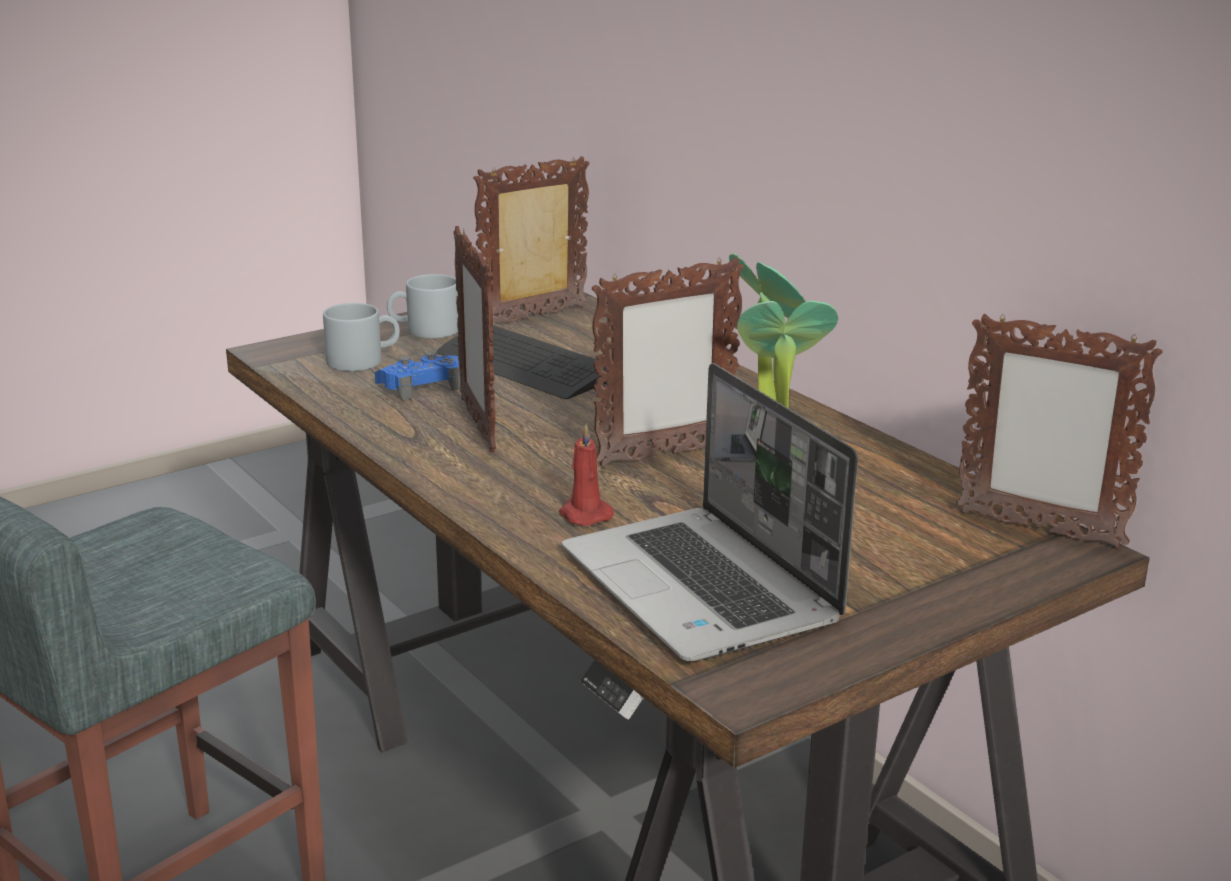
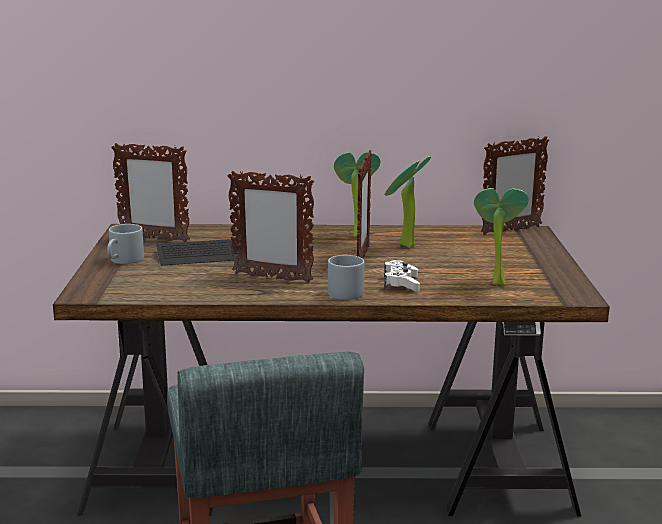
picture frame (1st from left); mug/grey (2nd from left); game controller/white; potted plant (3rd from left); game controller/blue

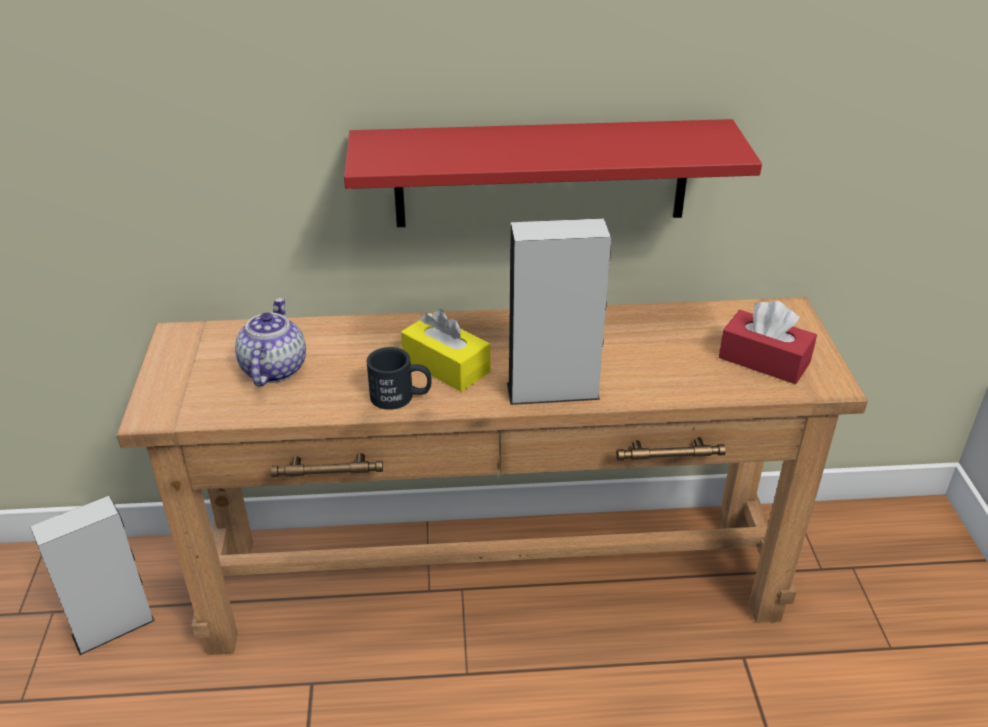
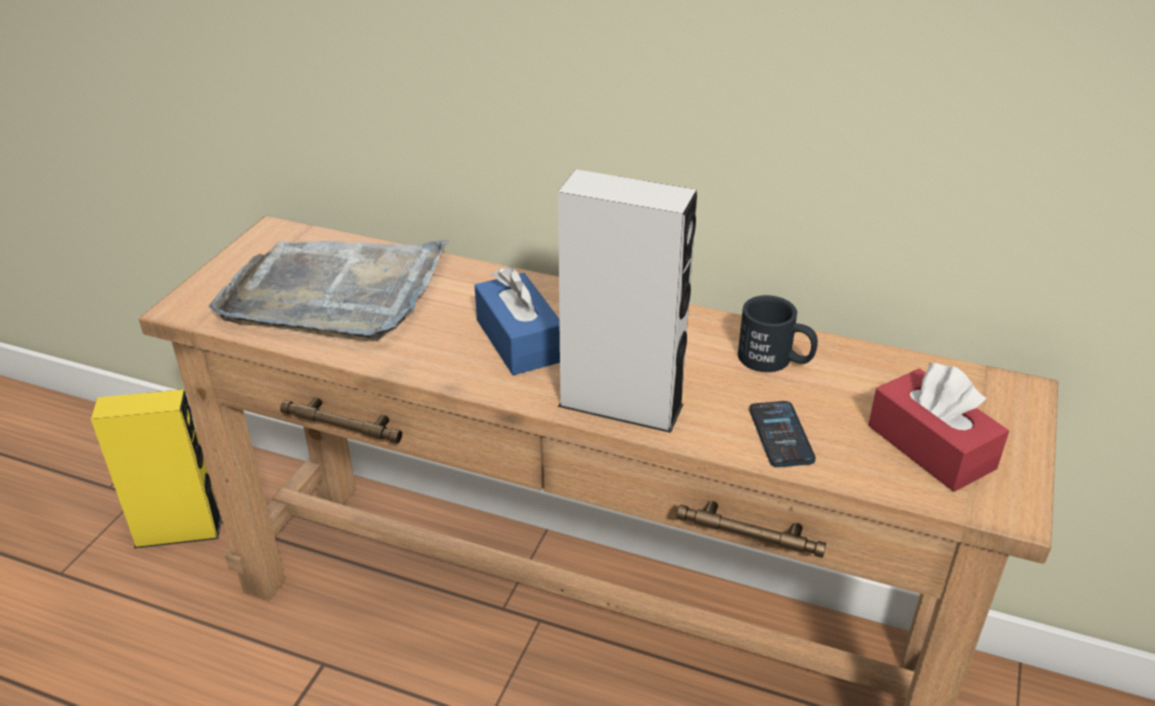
speaker/yellow; tray/grey; tissue box/blue; mug/black; phone; shelf/red

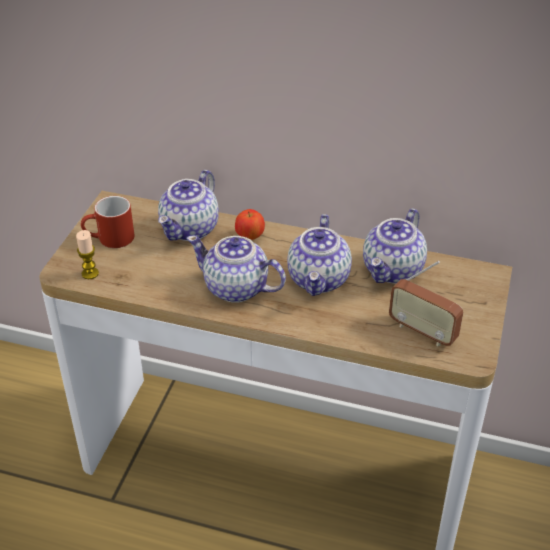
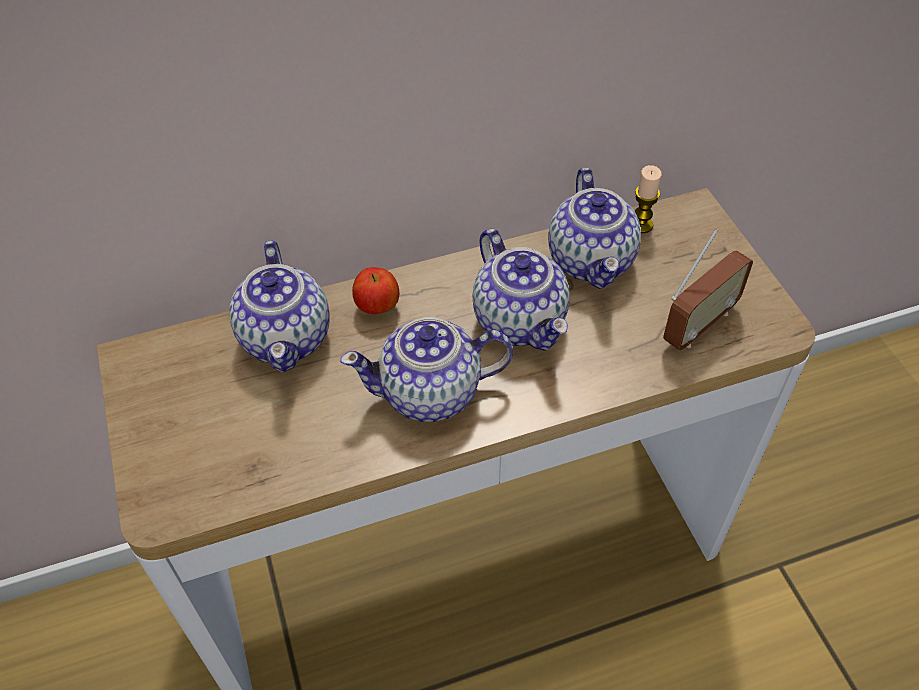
candle; radio; mug/red

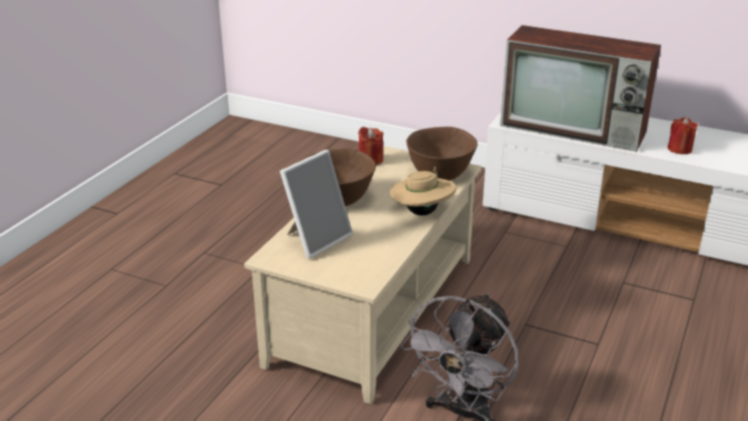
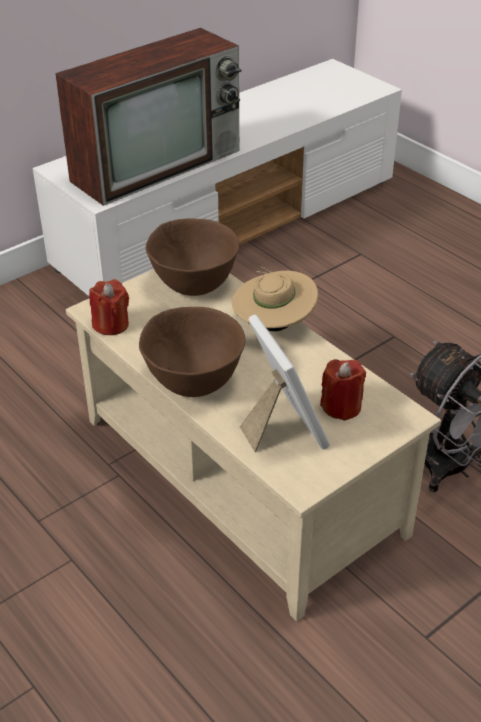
candle/red (2nd from left)

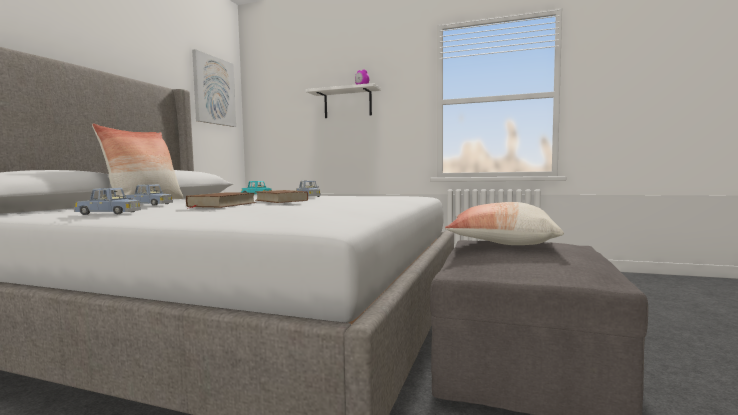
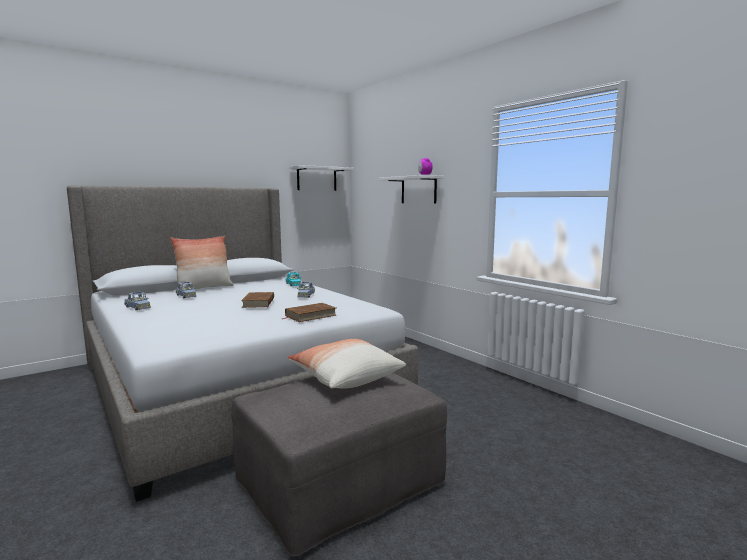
book/brown (2nd from left); shelf/white (1st from left)

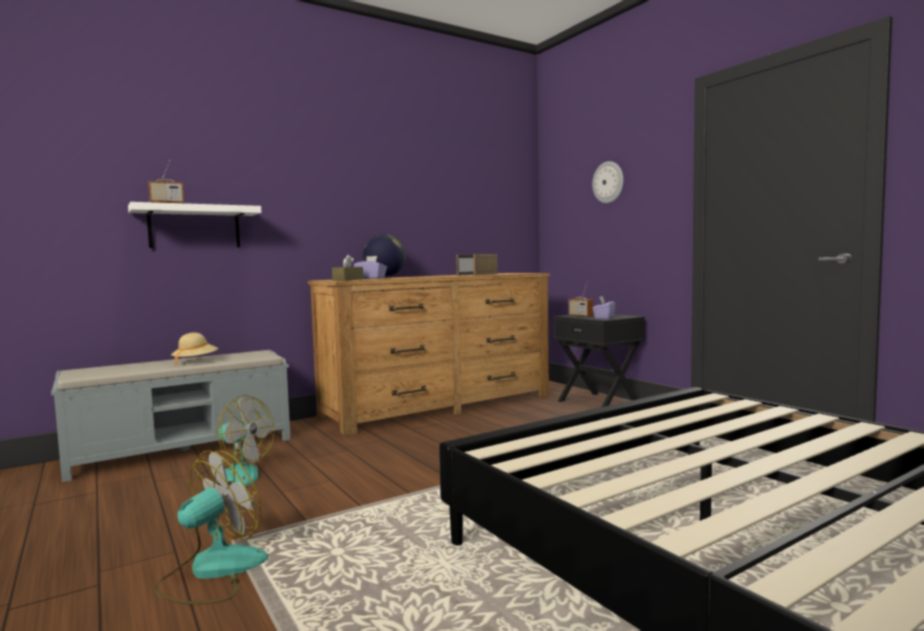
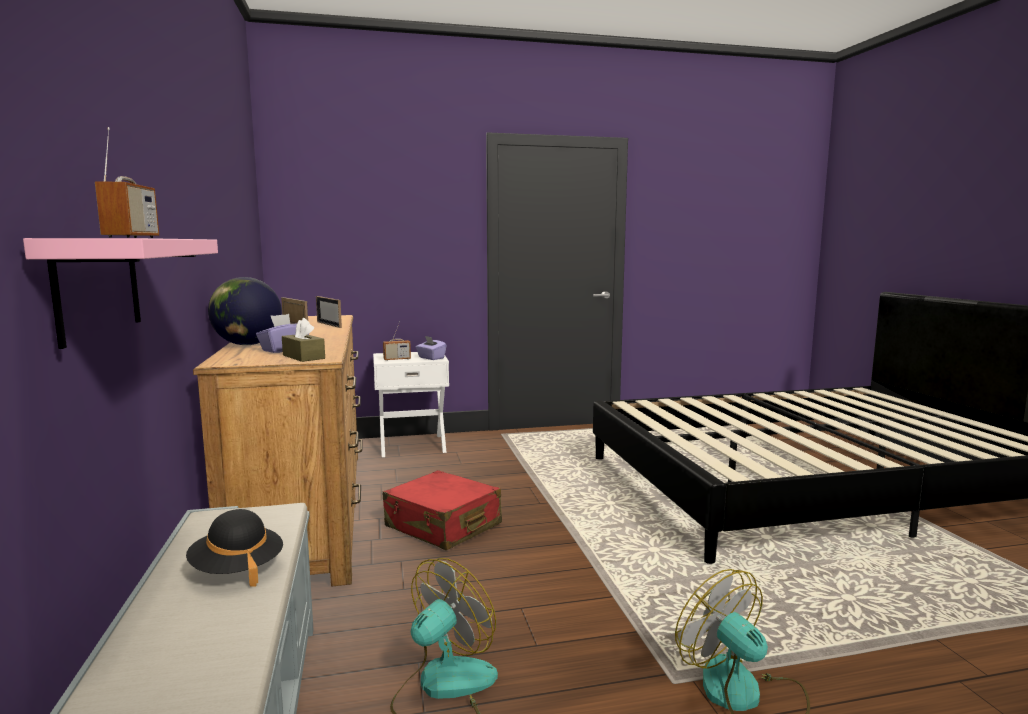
shelf/pink; hat/black; nightstand/white; suitcase/red; wall clock

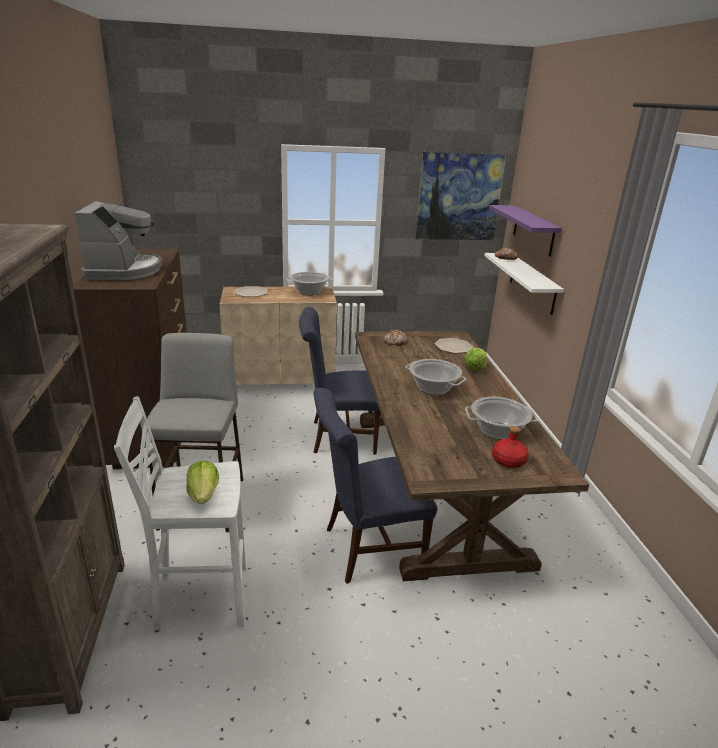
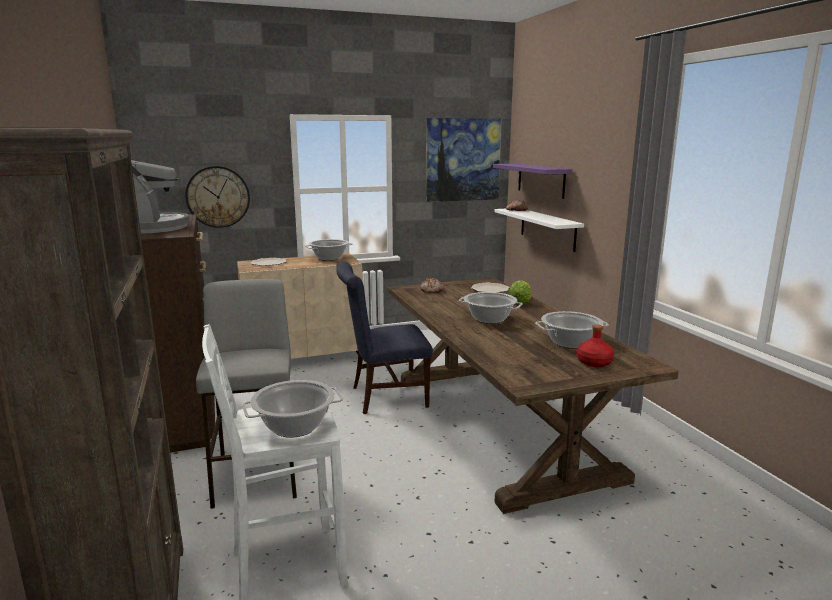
wall clock; cooking pot (1st from left); chair/blue (2nd from left in the first image)

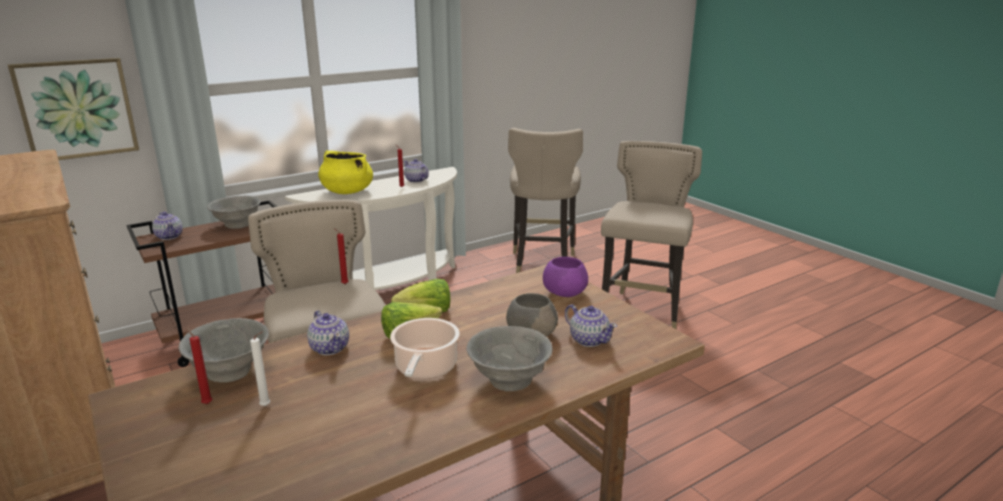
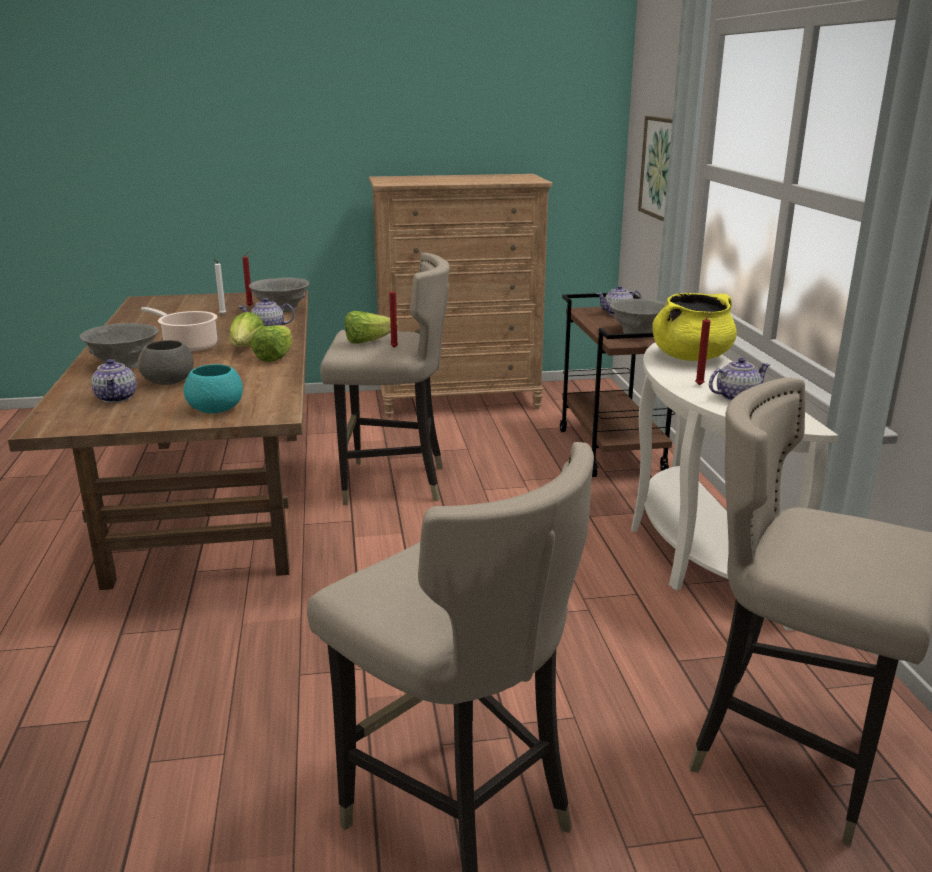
teapot (1st from left); bowl/turquoise; lettuce (3rd from left)

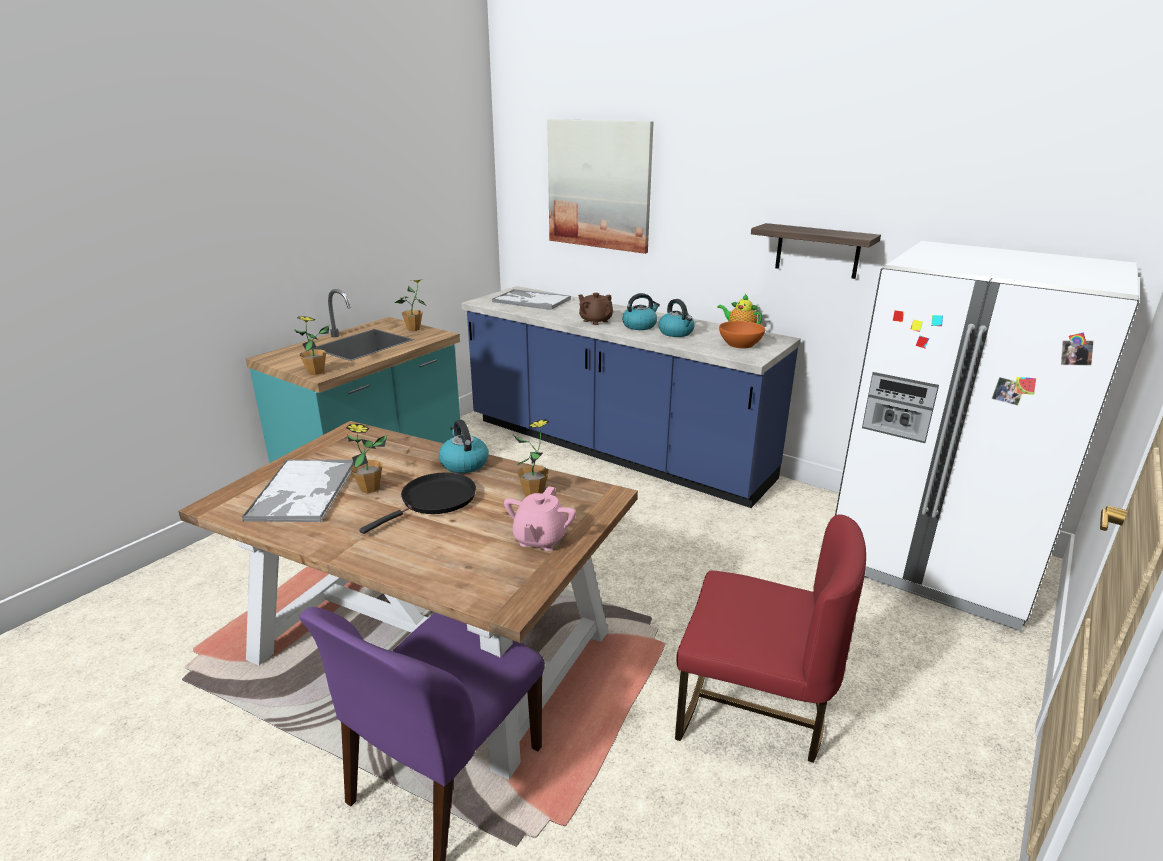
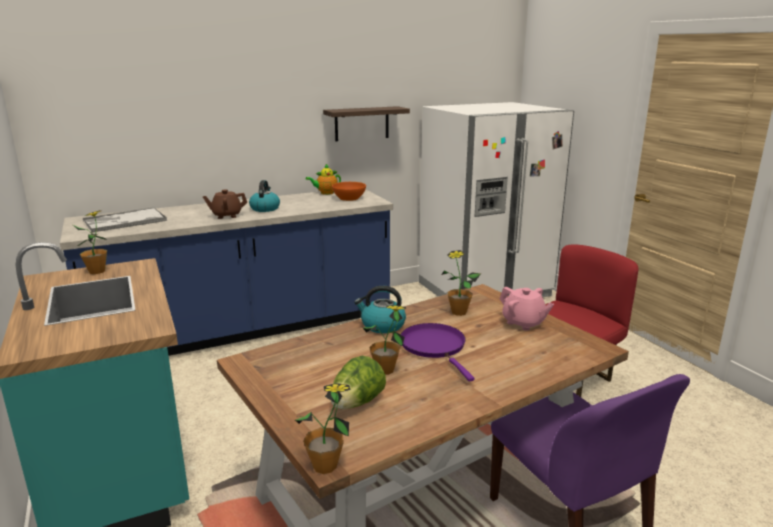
potted plant (2nd from left); lettuce; frying pan/purple; picture; kettle (3rd from left in the first image)

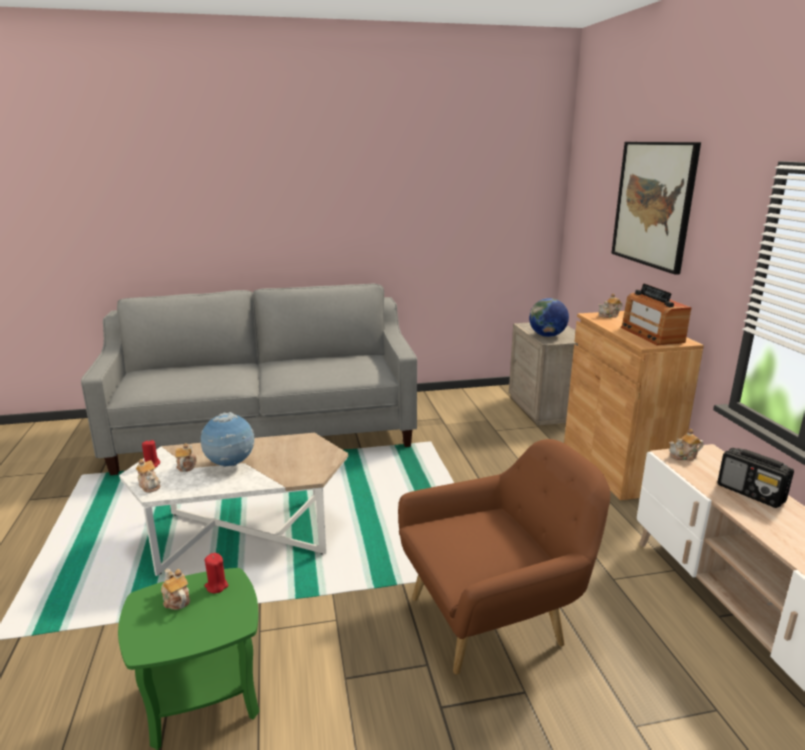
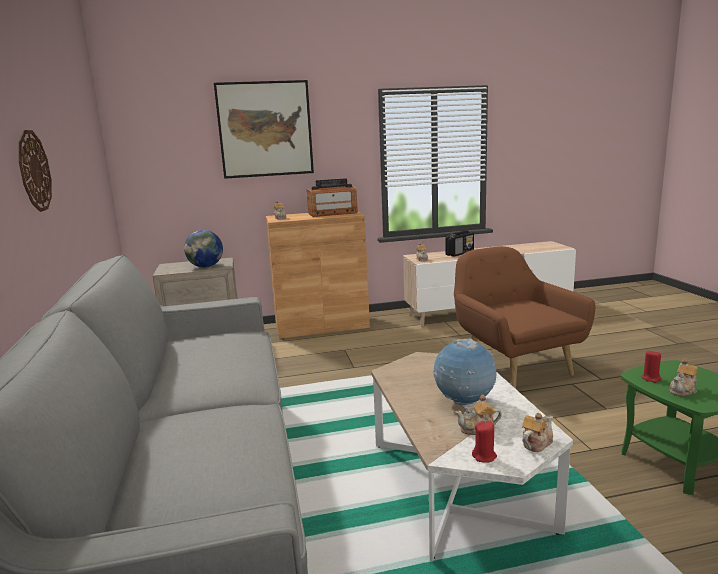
wall clock

